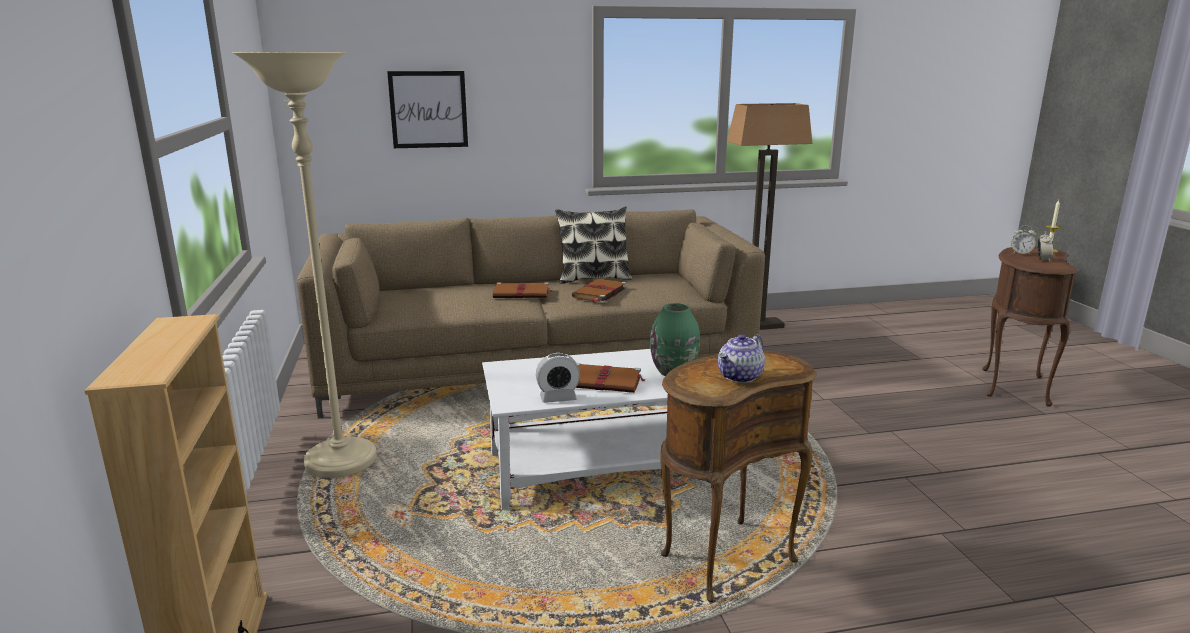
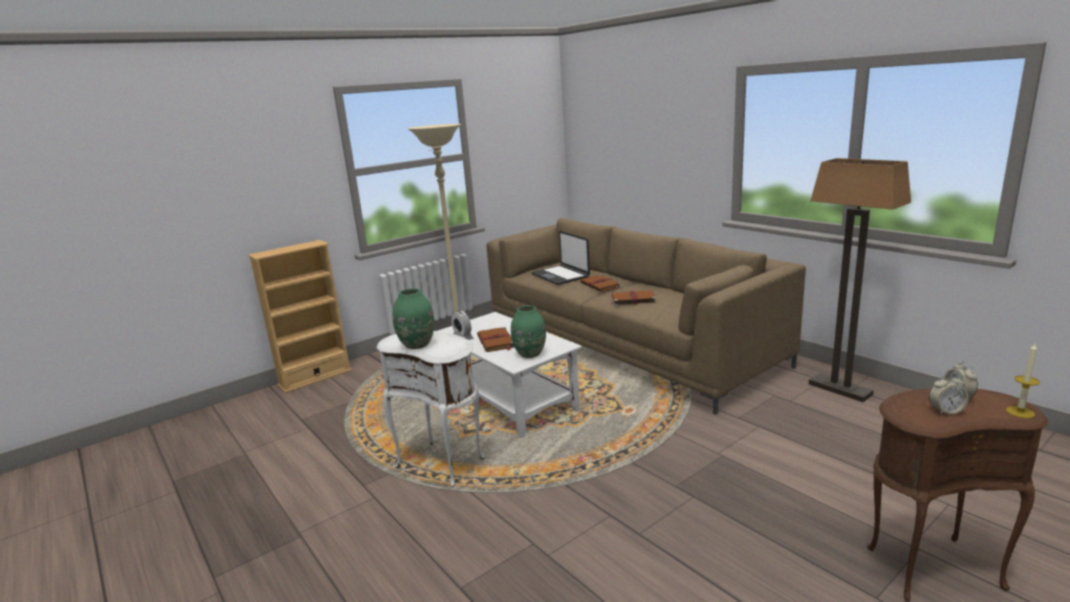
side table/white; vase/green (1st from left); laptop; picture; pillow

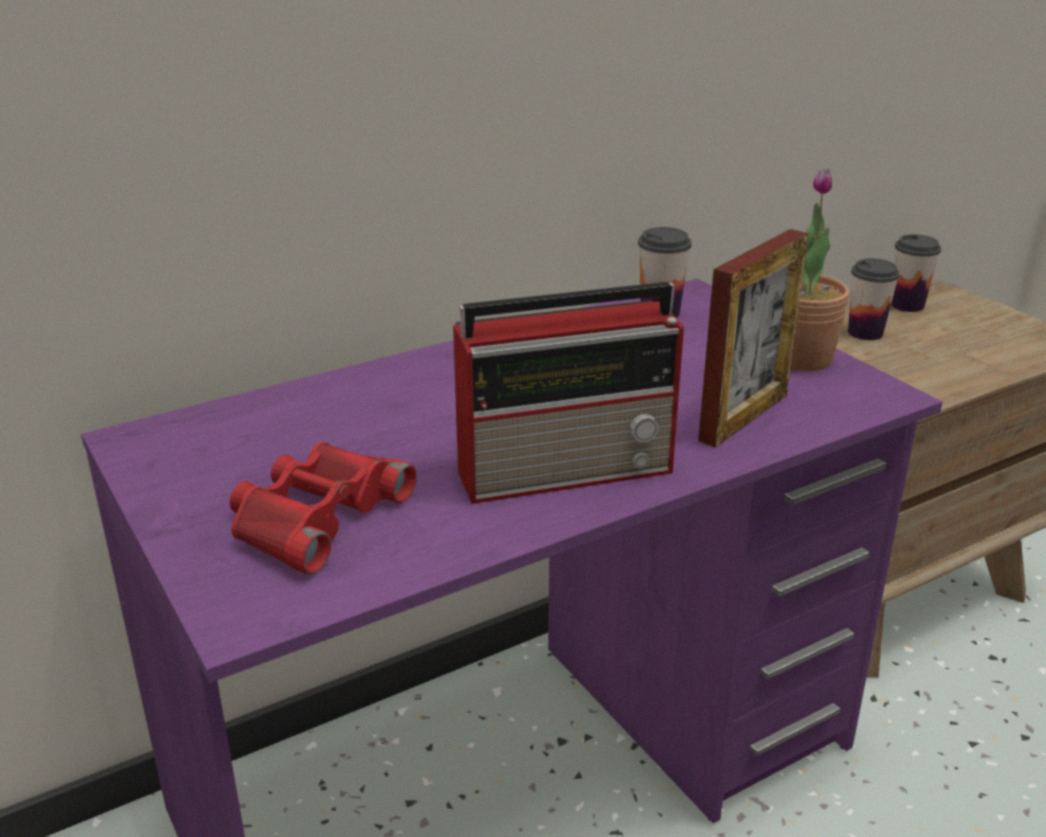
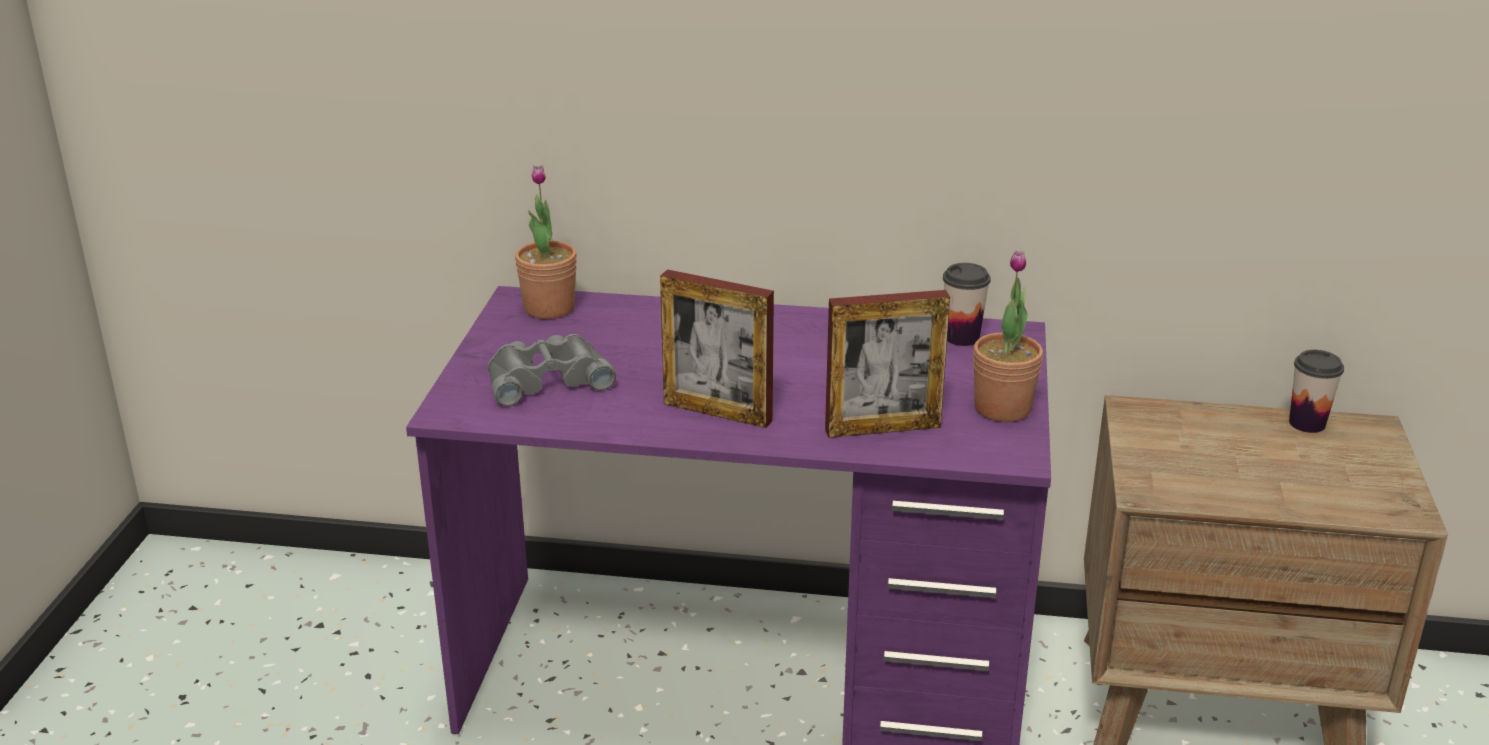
binoculars/grey; potted plant (1st from left); picture frame (1st from left); cup (2nd from left in the first image)

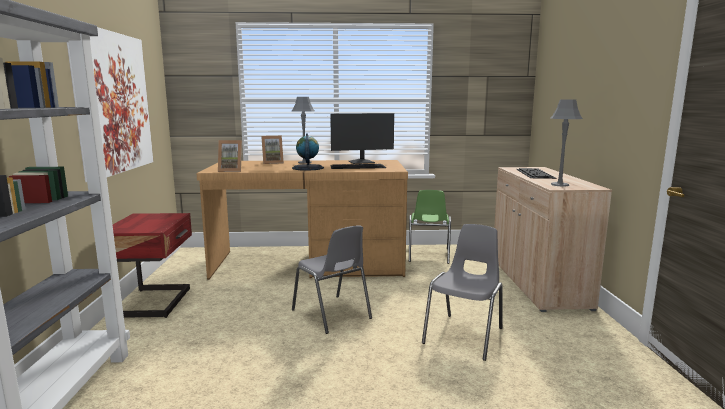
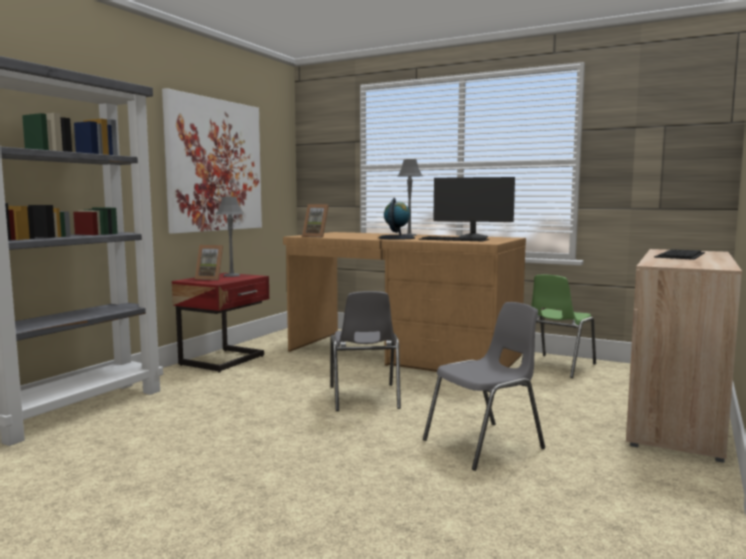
picture frame (1st from left); table lamp/grey (1st from left)

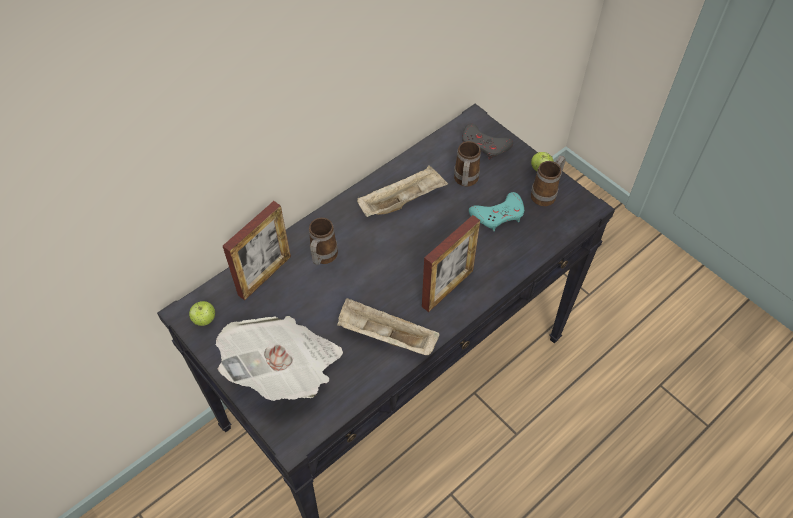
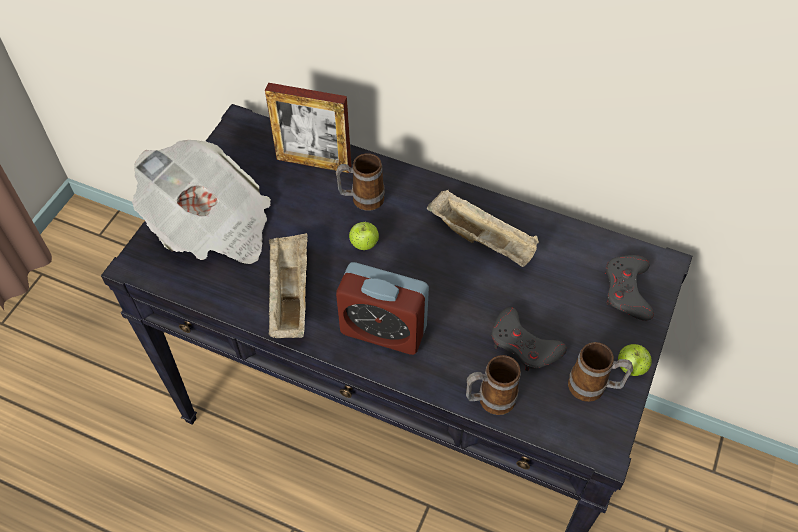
alarm clock; apple (1st from left); mug (2nd from left); game controller/grey (1st from left)

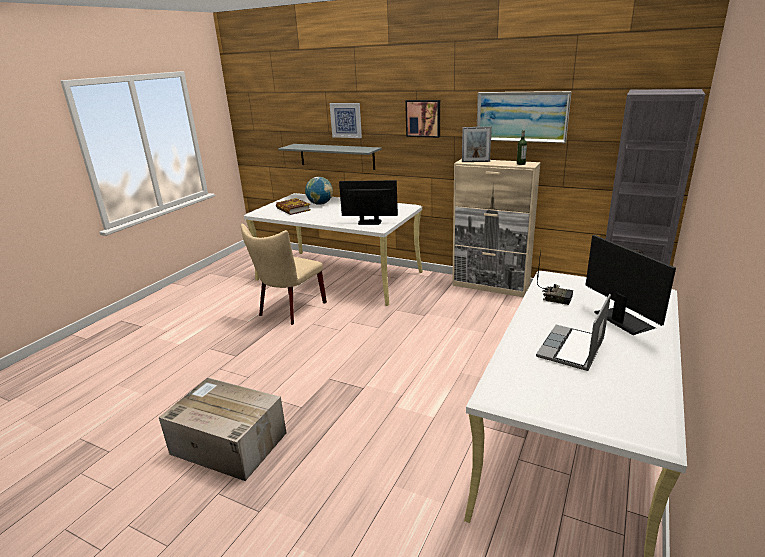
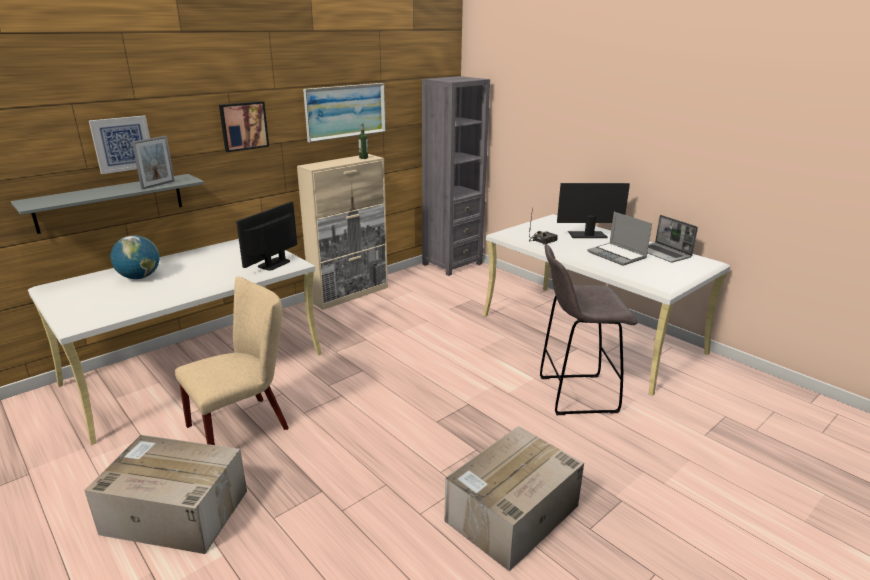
cardboard box (1st from left); picture frame; chair/beige; stool/grey; laptop (2nd from left); book

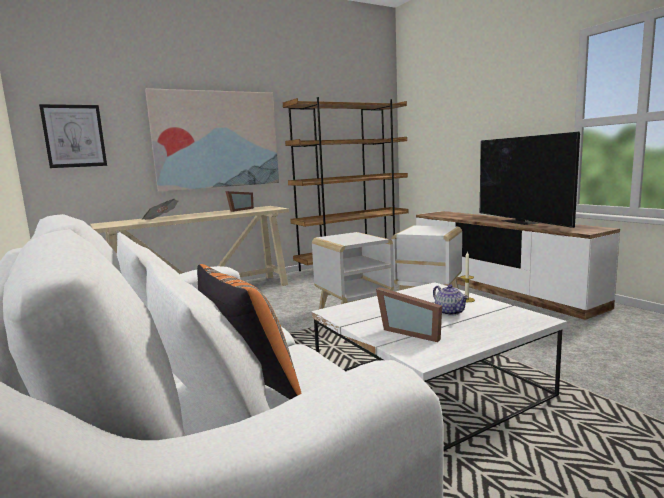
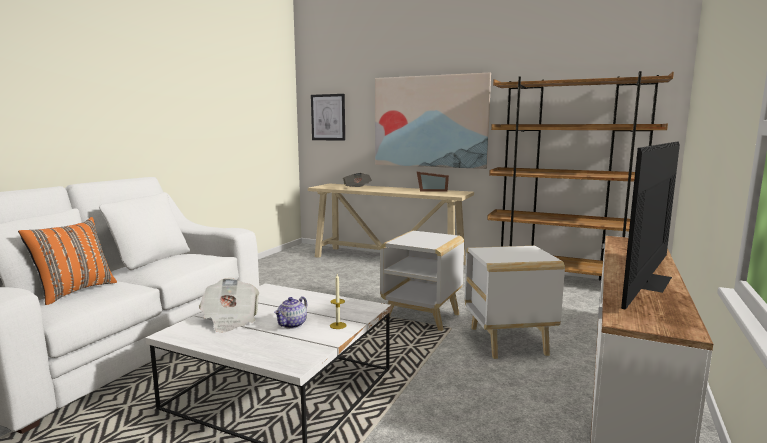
newspaper (1st from left)

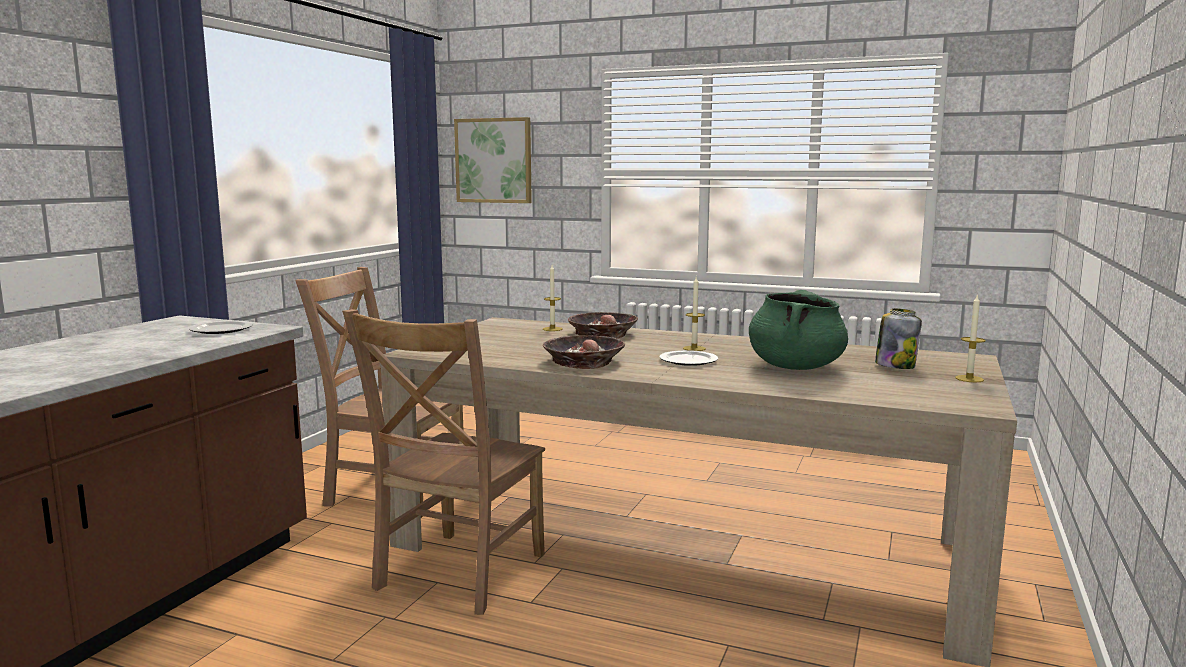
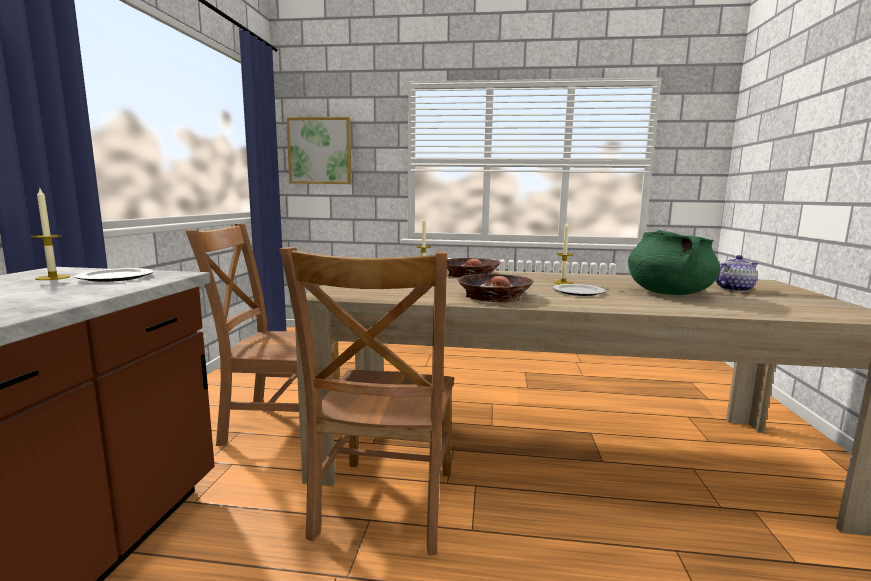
candle (1st from left); teapot

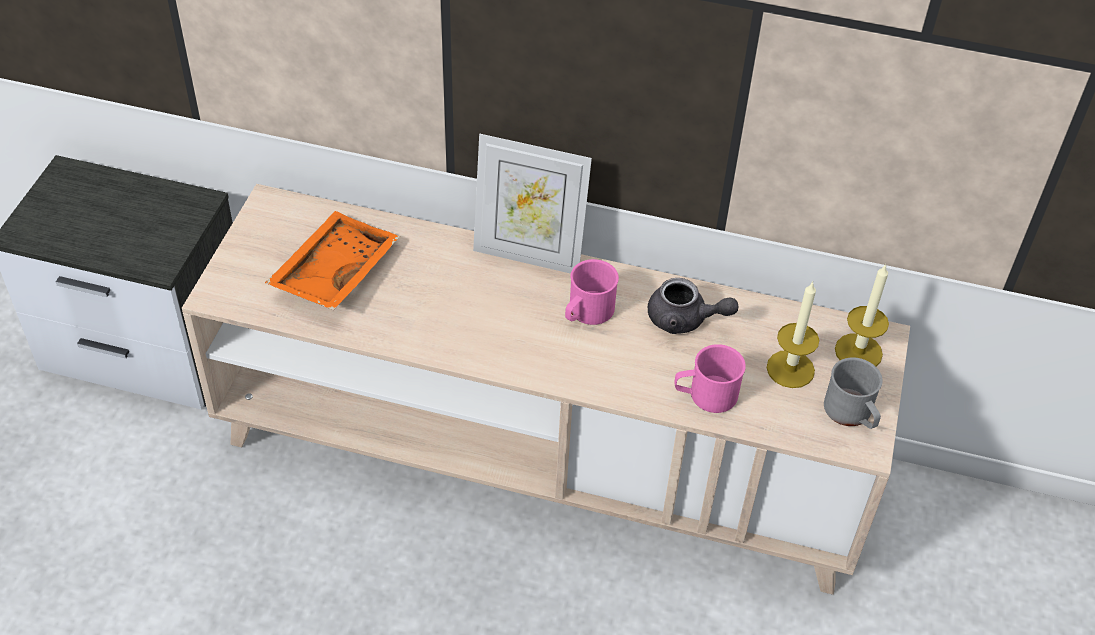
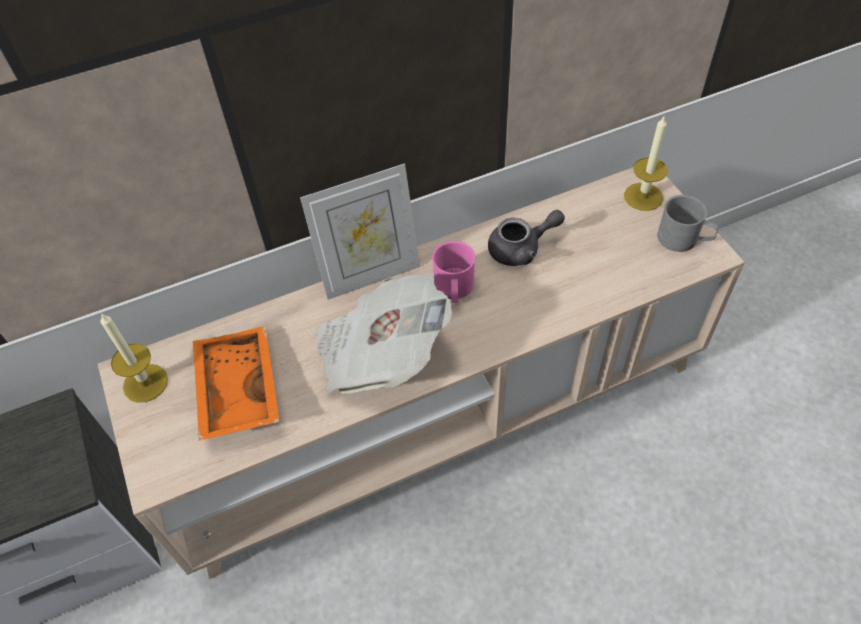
candle (1st from left); newspaper; mug/pink (2nd from left in the first image)

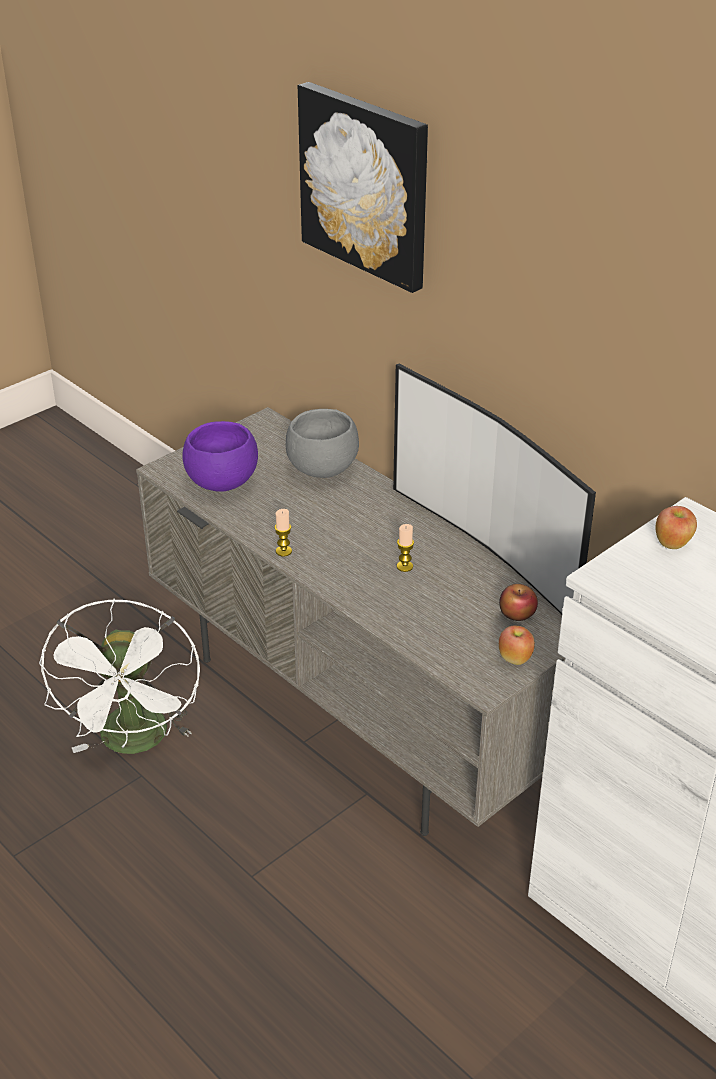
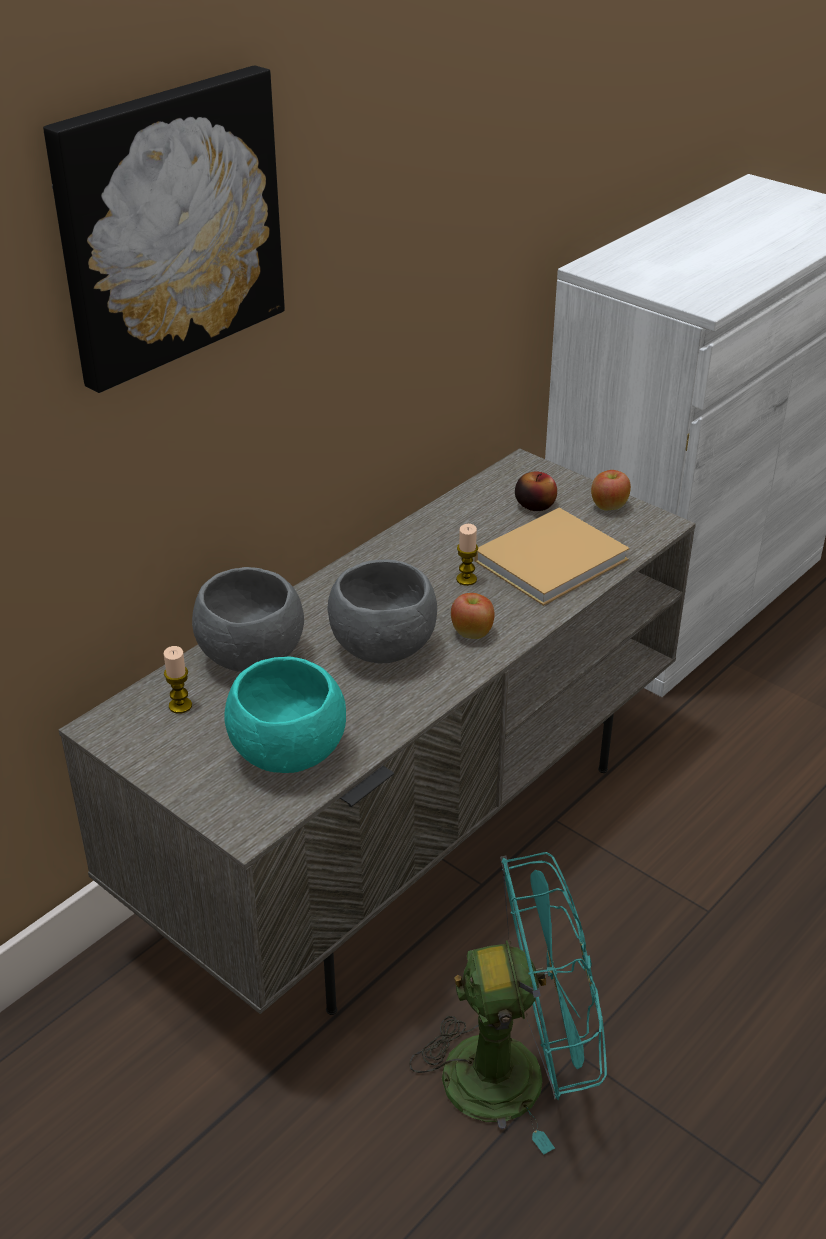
candle (1st from left); bowl/turquoise; bowl/grey (2nd from left); fan/turquoise; apple (1st from left); book/beige; television

